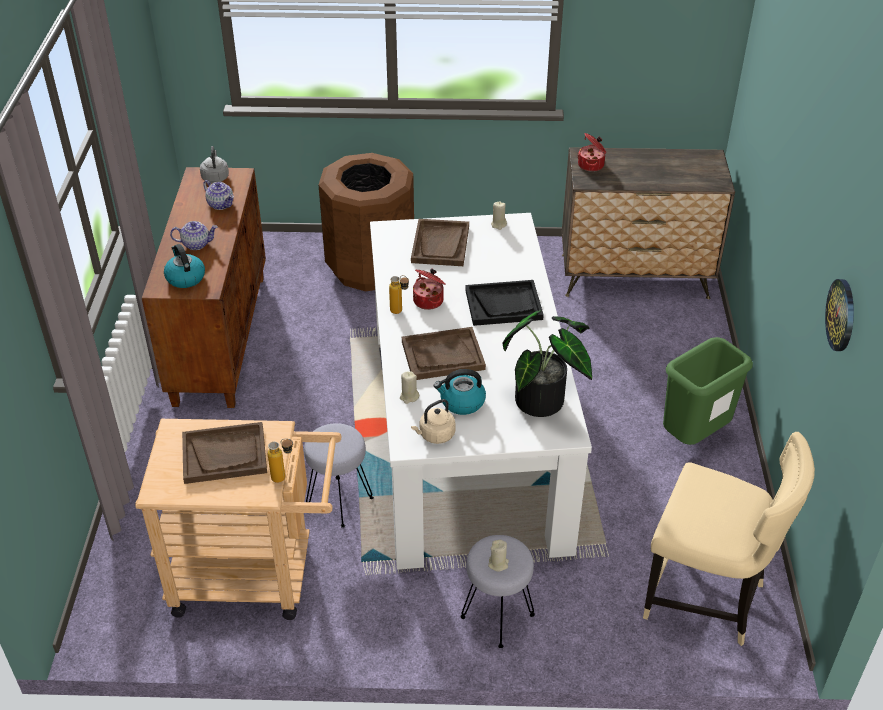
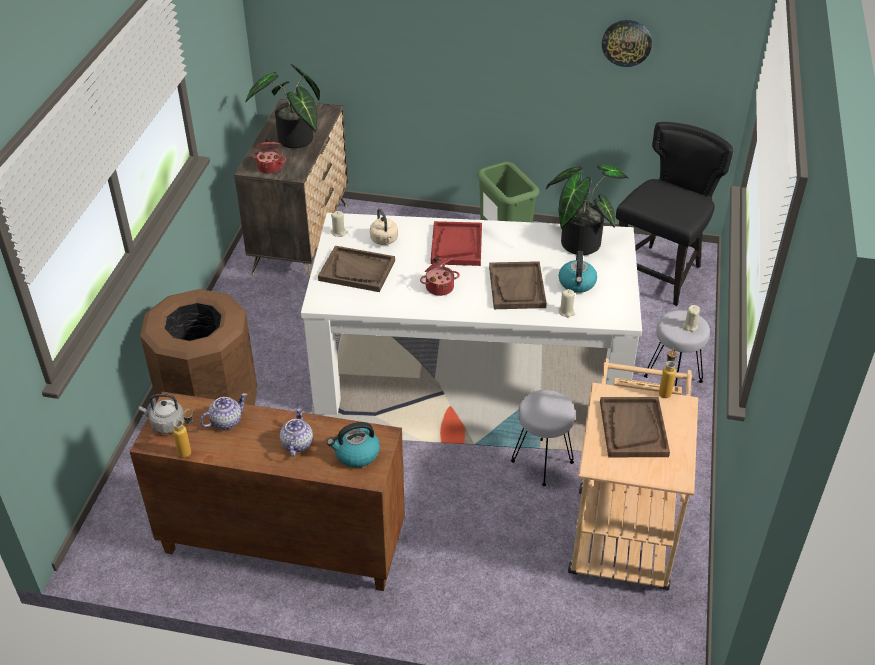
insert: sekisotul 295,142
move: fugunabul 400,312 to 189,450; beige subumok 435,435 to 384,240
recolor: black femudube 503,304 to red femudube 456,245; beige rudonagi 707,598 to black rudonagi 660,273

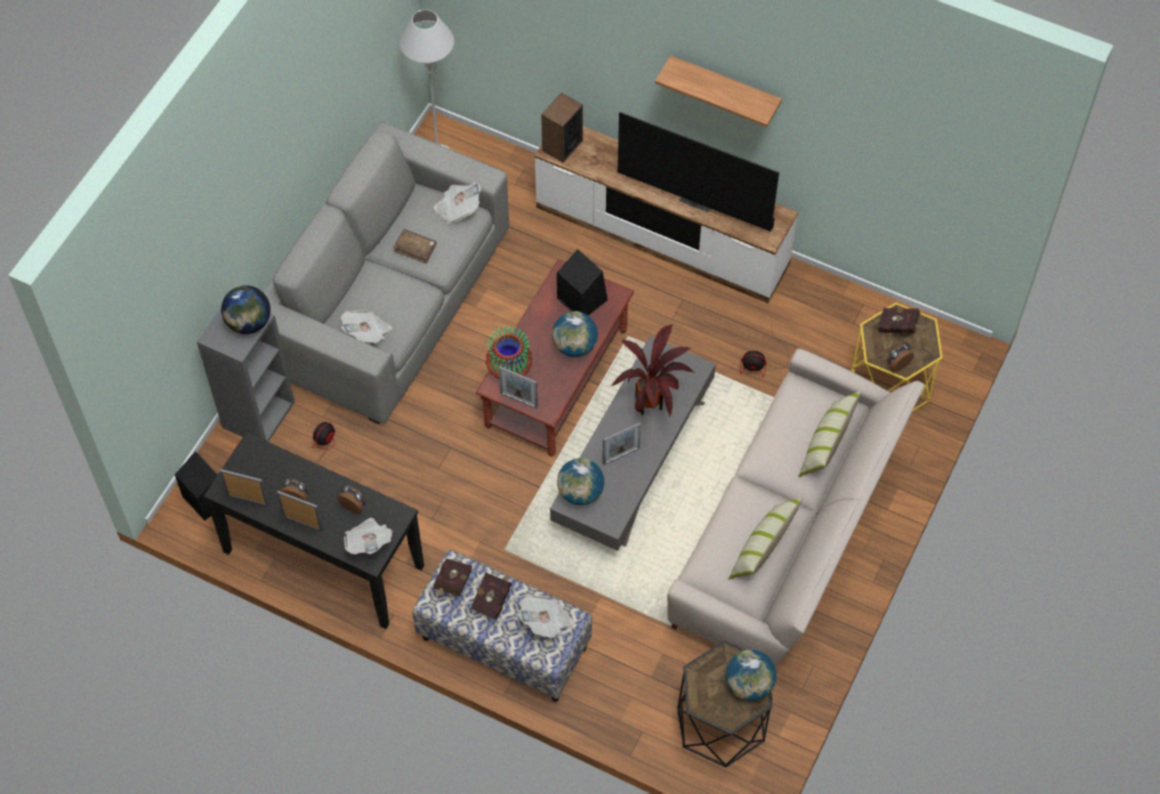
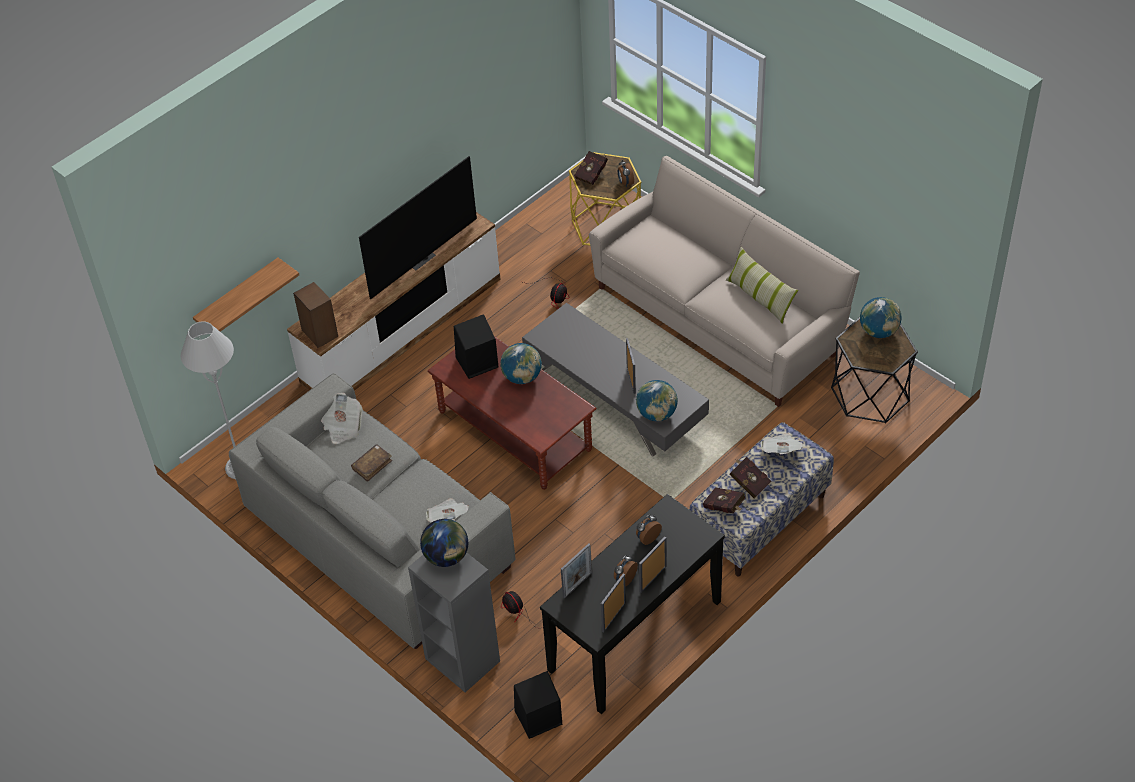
delete: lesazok 368,542; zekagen 509,368; sekisotul 652,404; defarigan 826,443
move: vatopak 519,400 to 577,585; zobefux 724,88 to 238,298

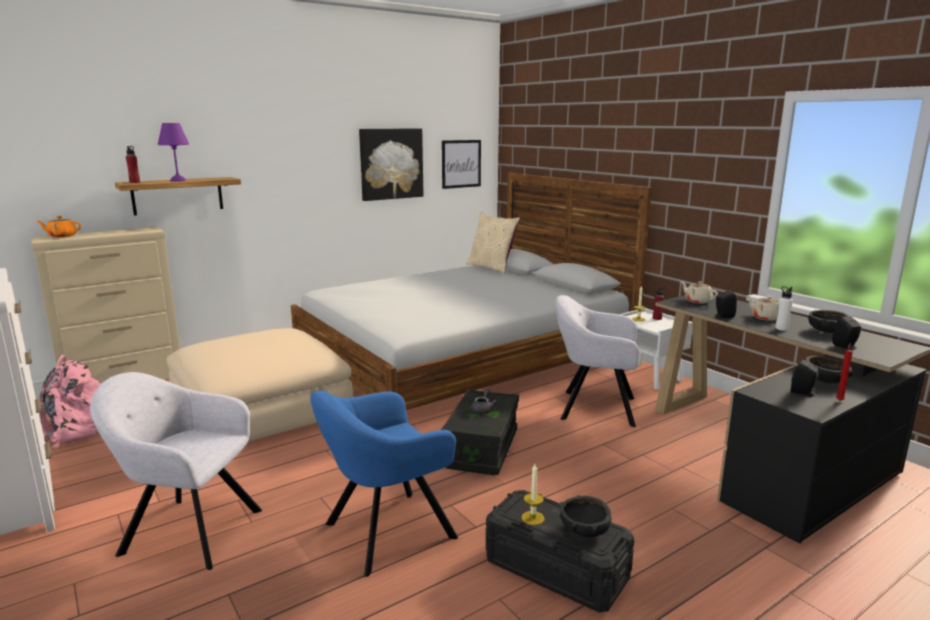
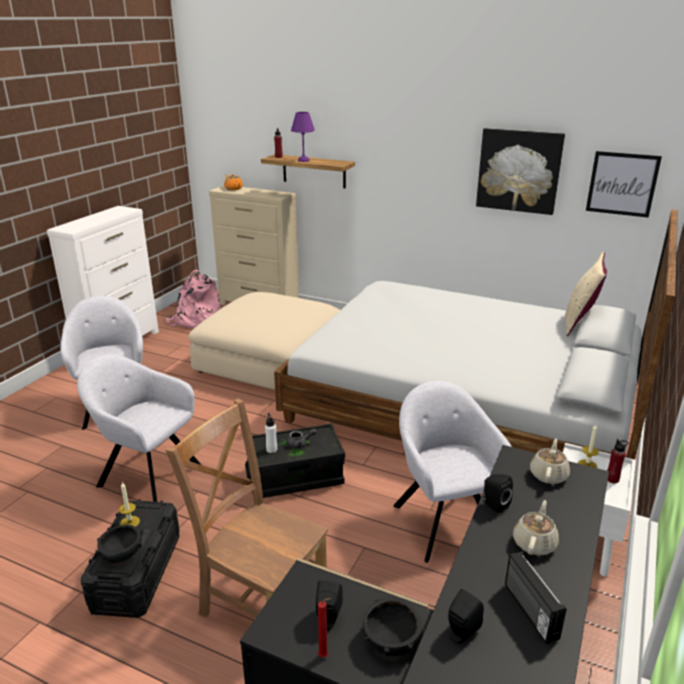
insert: brown rudonagi 260,600
move: white fugunabul 781,328 to 271,449
replace: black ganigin 827,331 to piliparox 529,611
recolor: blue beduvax 385,532 to grey beduvax 147,475

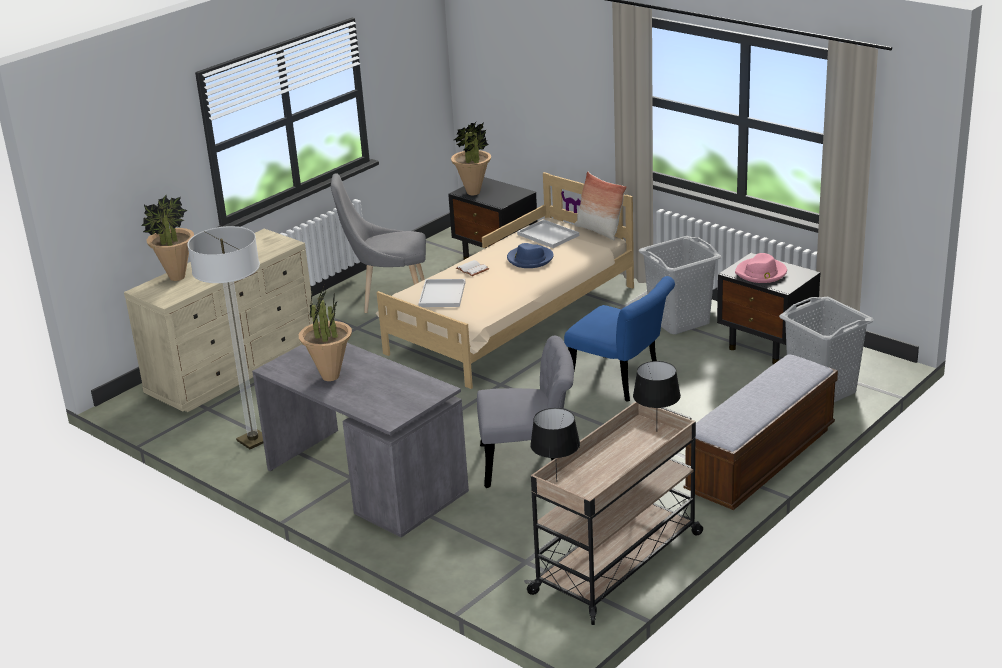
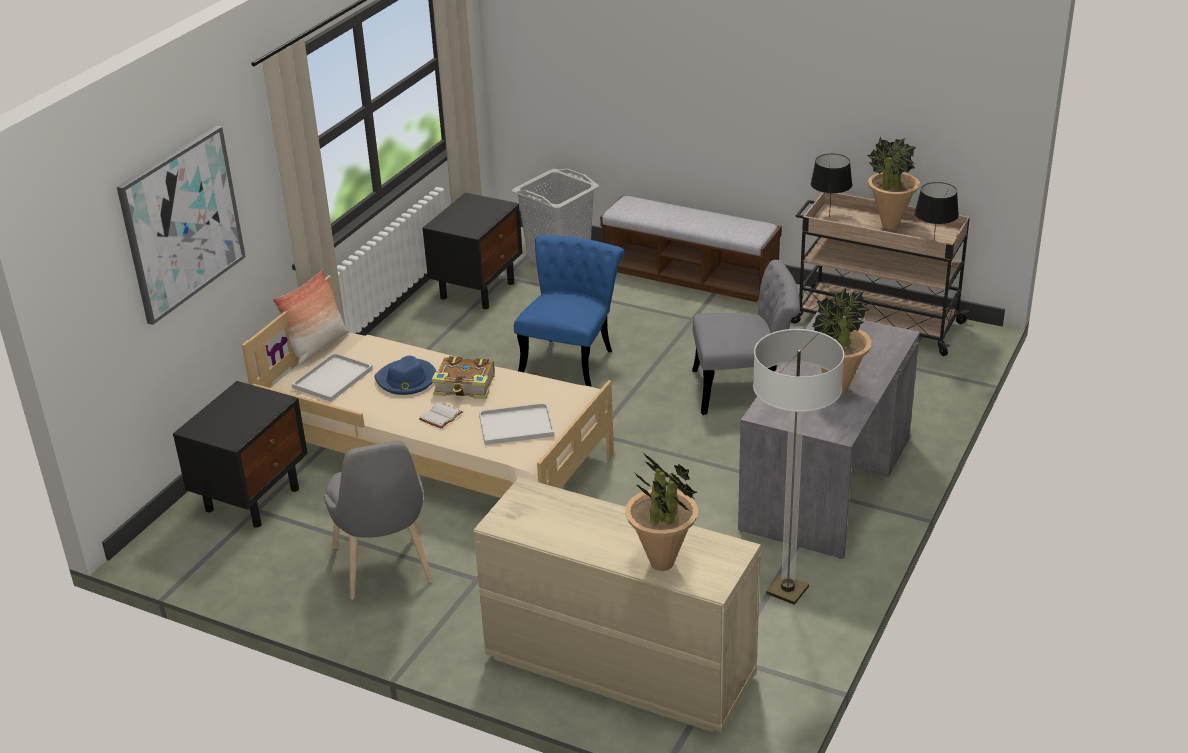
delete: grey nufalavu 679,321; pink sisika 761,273
insert: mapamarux 182,223; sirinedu 465,386
move: sekisotul 473,192 to 889,225
rotate: grey rudonagi 530,462 = 745,389 105 degrees clockwise

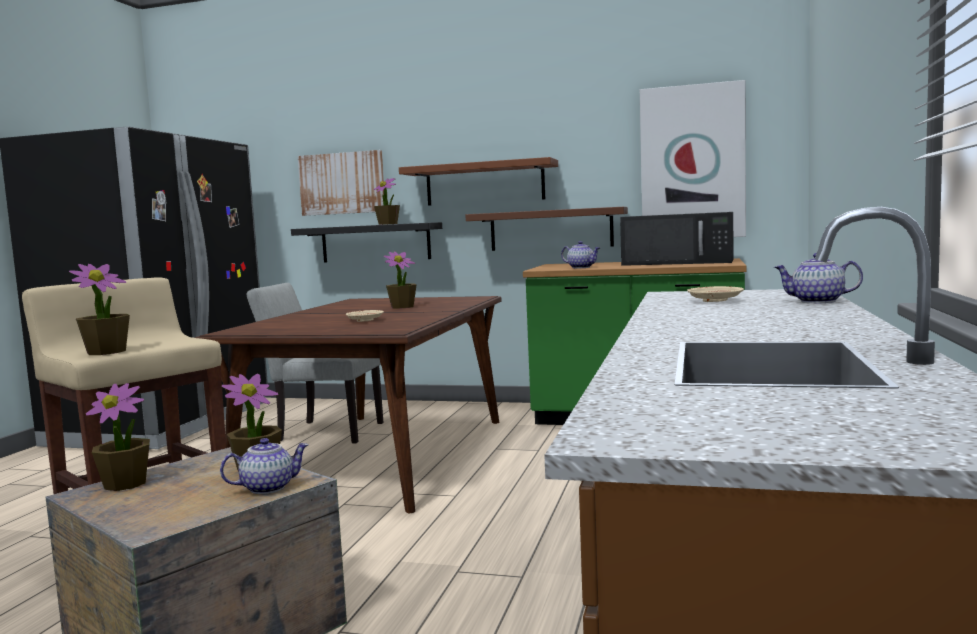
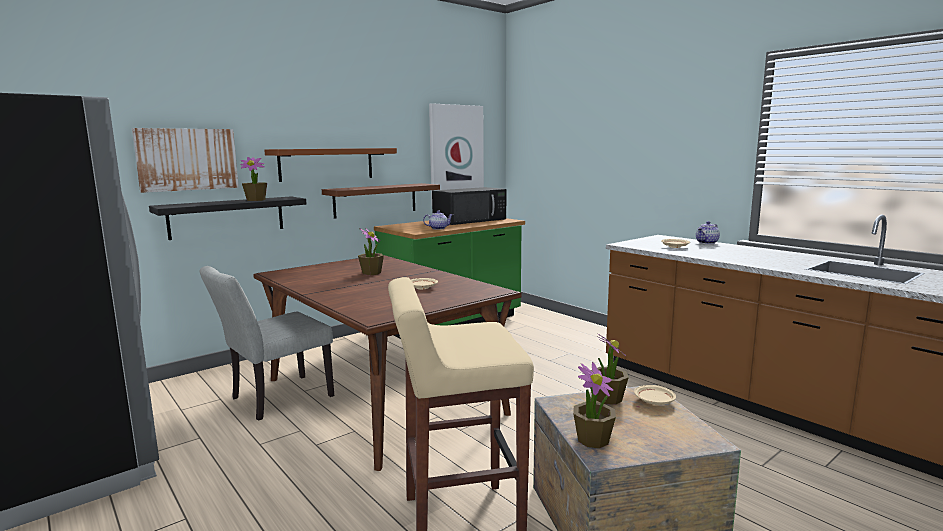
delete: sekisotul 106,352
replace: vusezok 268,488 to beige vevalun 654,401

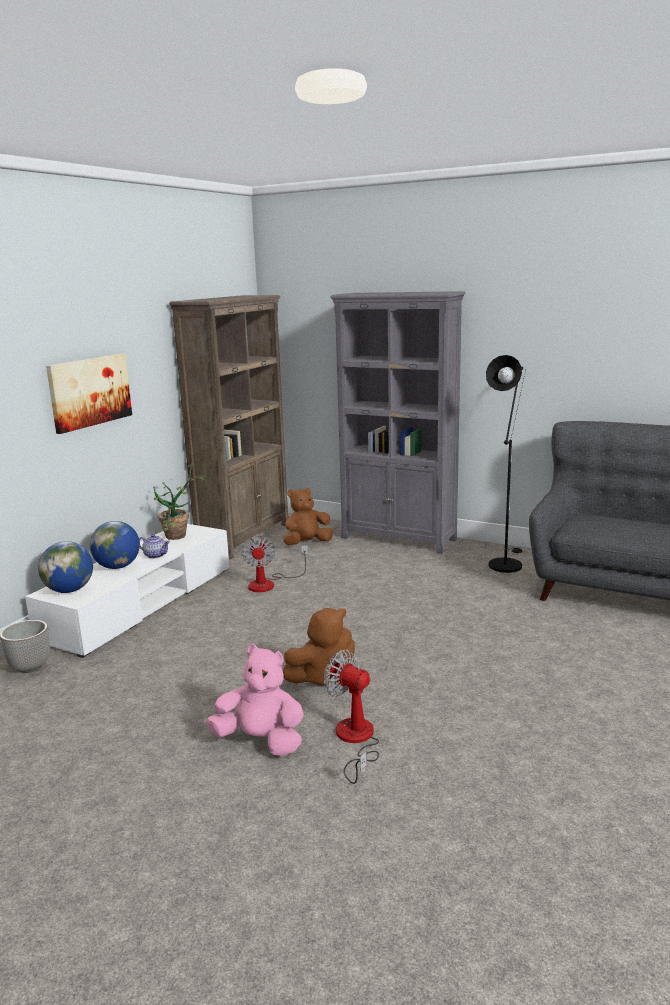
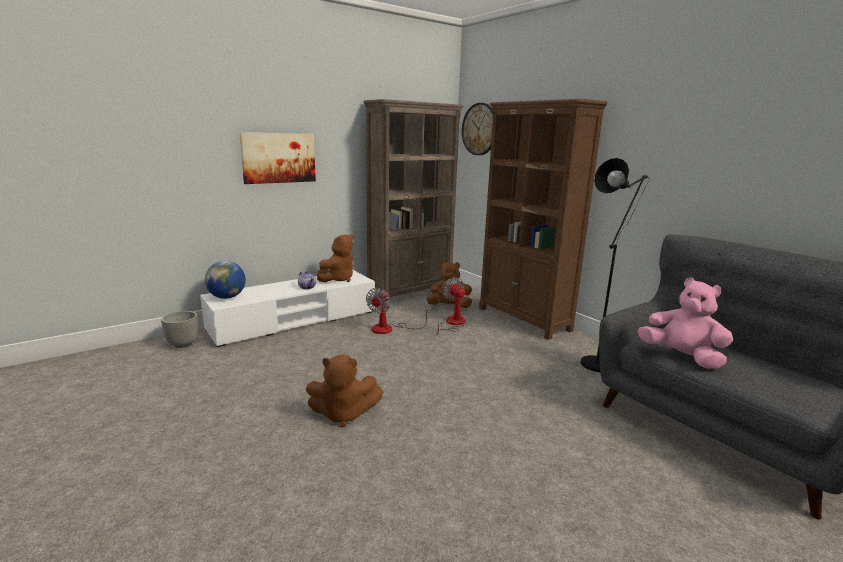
delete: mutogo 117,567
insert: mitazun 480,129
move: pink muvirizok 261,741 to 681,357; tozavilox 355,740 to 453,324
replace: sekisotul 179,537 to brown muvirizok 338,279
recolor: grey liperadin 399,539 to brown liperadin 524,319

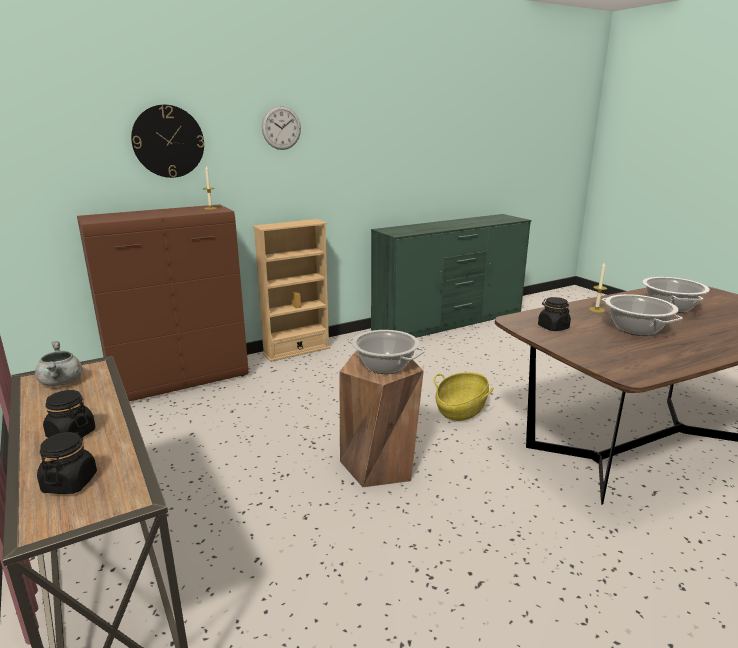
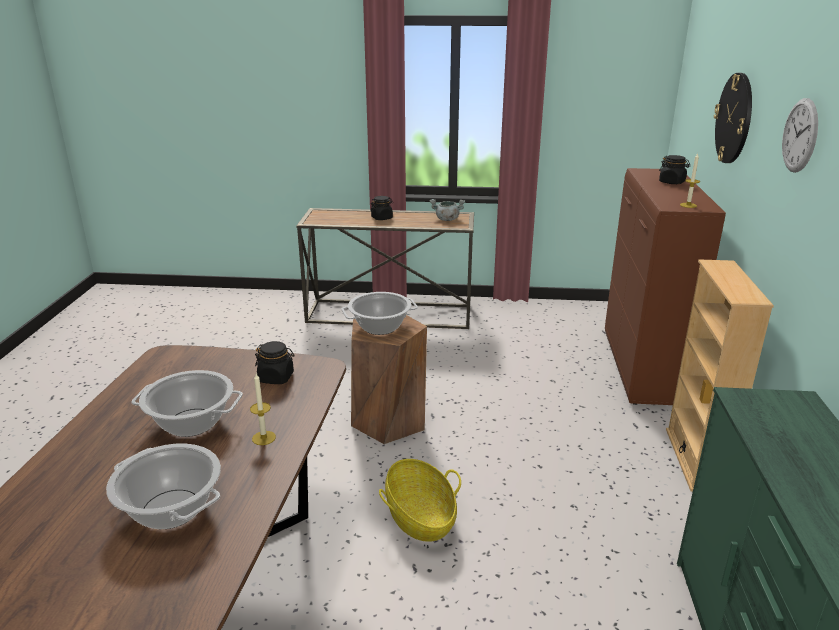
move: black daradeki 70,482 to 672,182

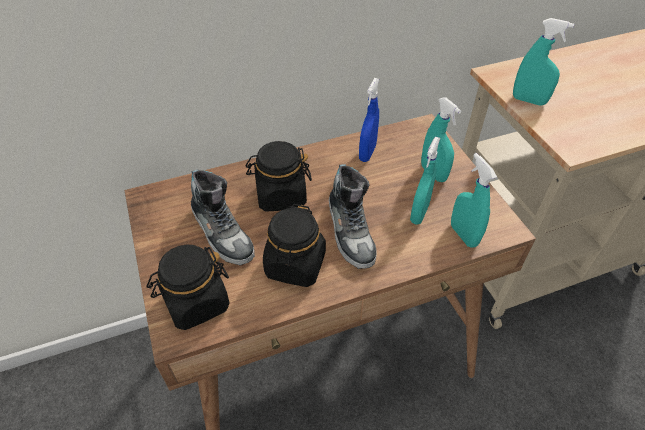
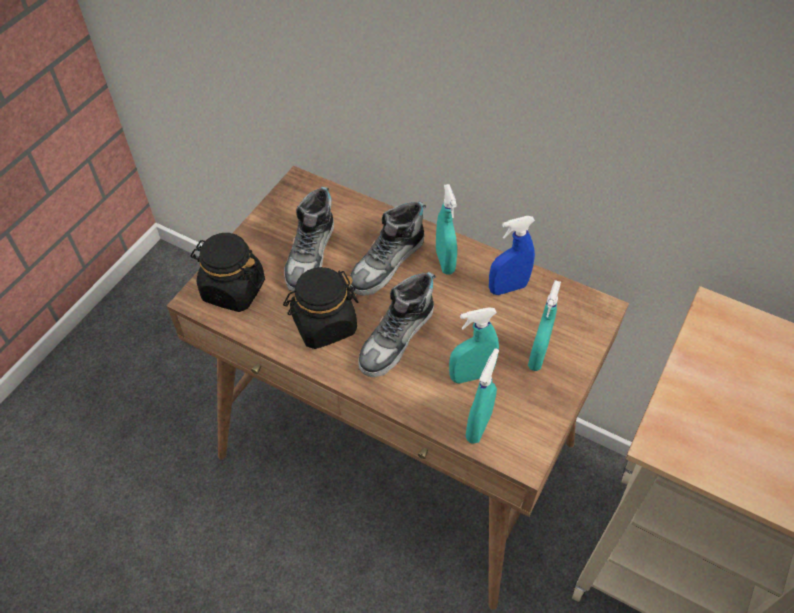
move: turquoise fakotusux 528,100 to 445,261
replace: black daradeki 281,195 to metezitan 388,263

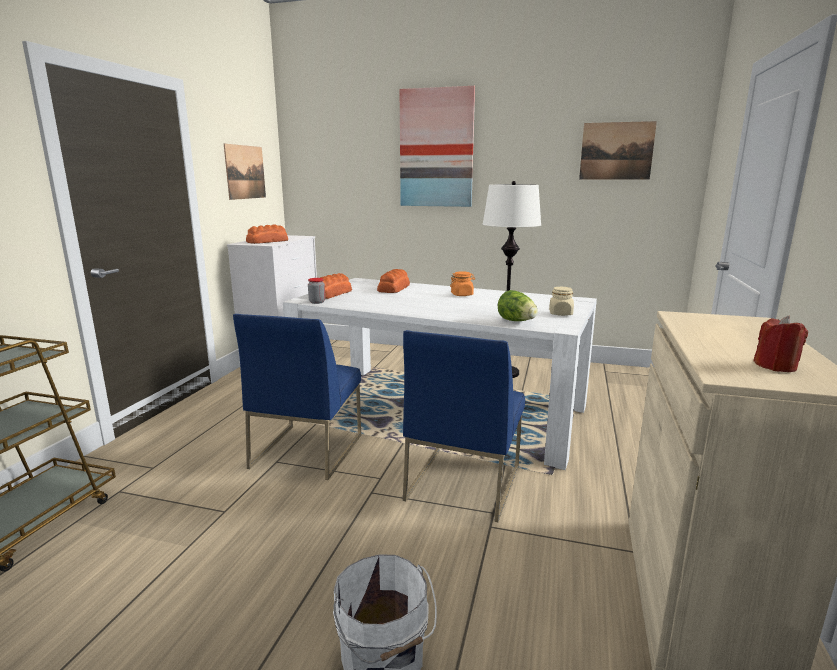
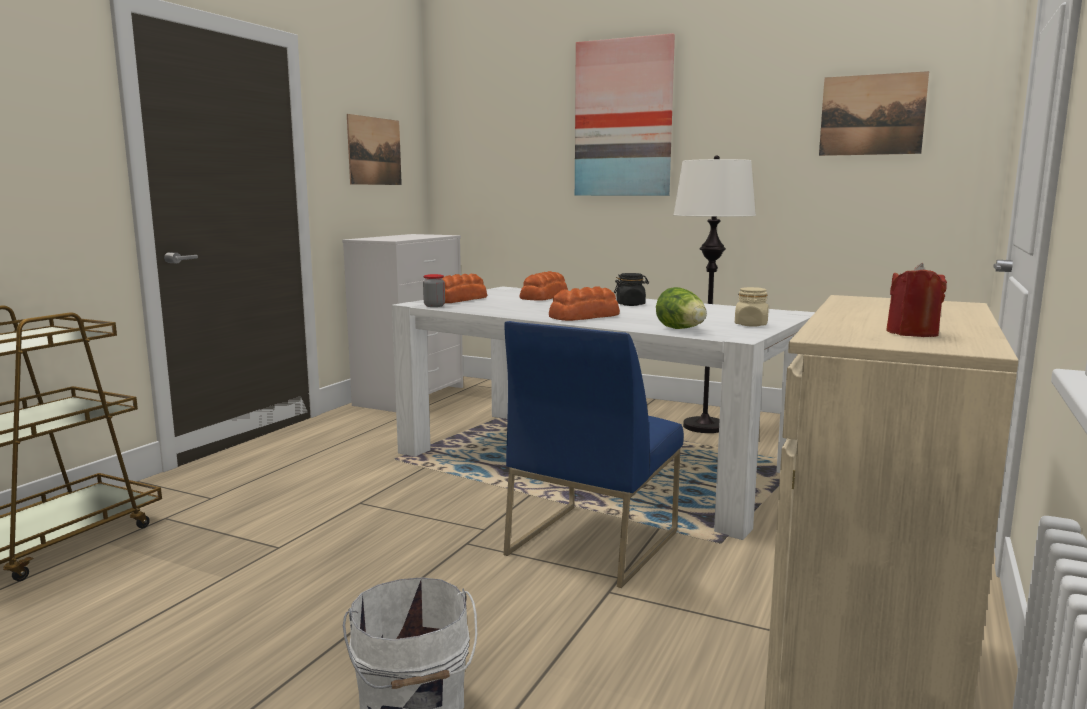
delete: blue rudonagi 307,450
move: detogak 268,241 to 585,316
recolor: orange daradeki 462,295 to black daradeki 631,304

